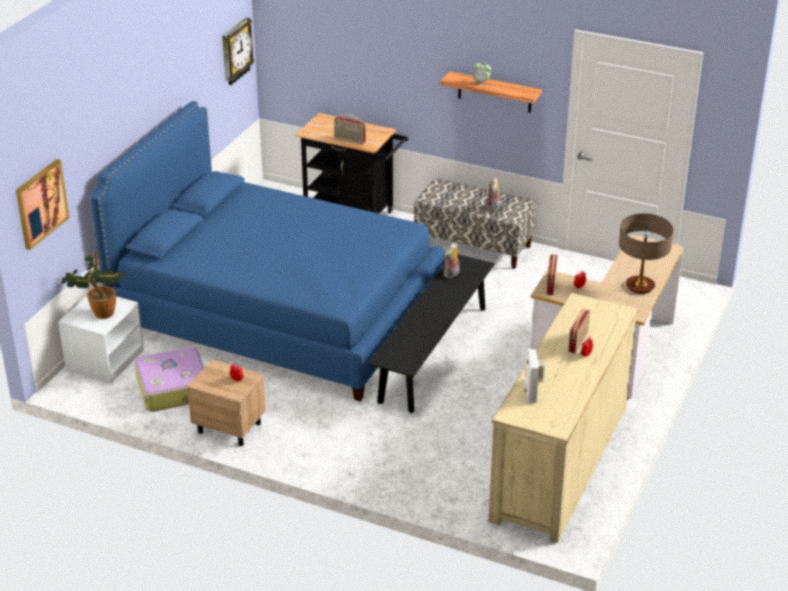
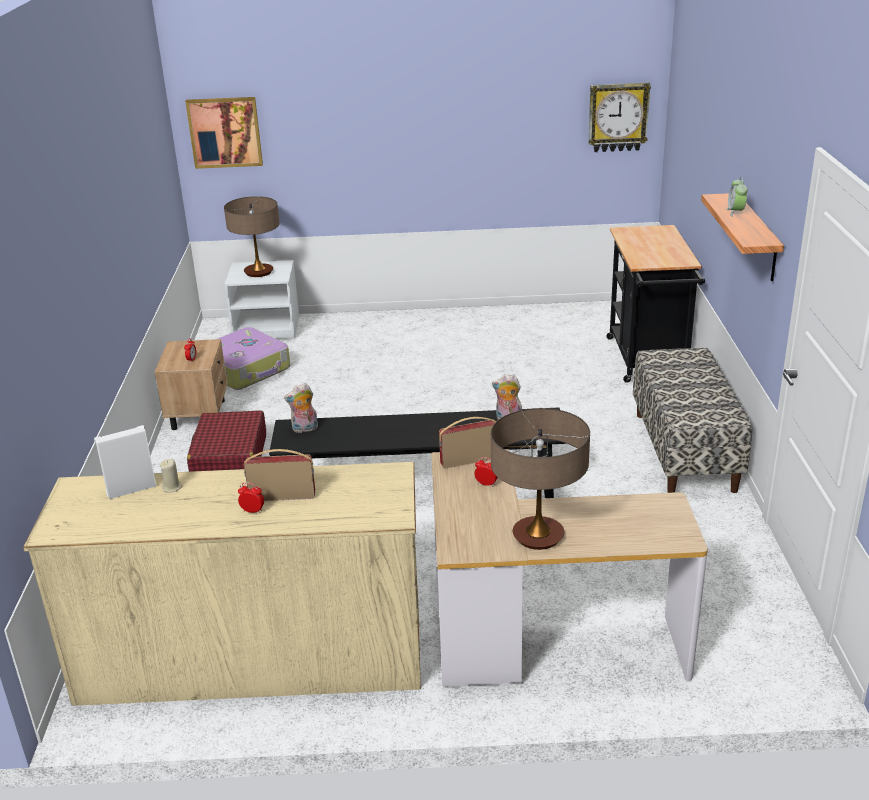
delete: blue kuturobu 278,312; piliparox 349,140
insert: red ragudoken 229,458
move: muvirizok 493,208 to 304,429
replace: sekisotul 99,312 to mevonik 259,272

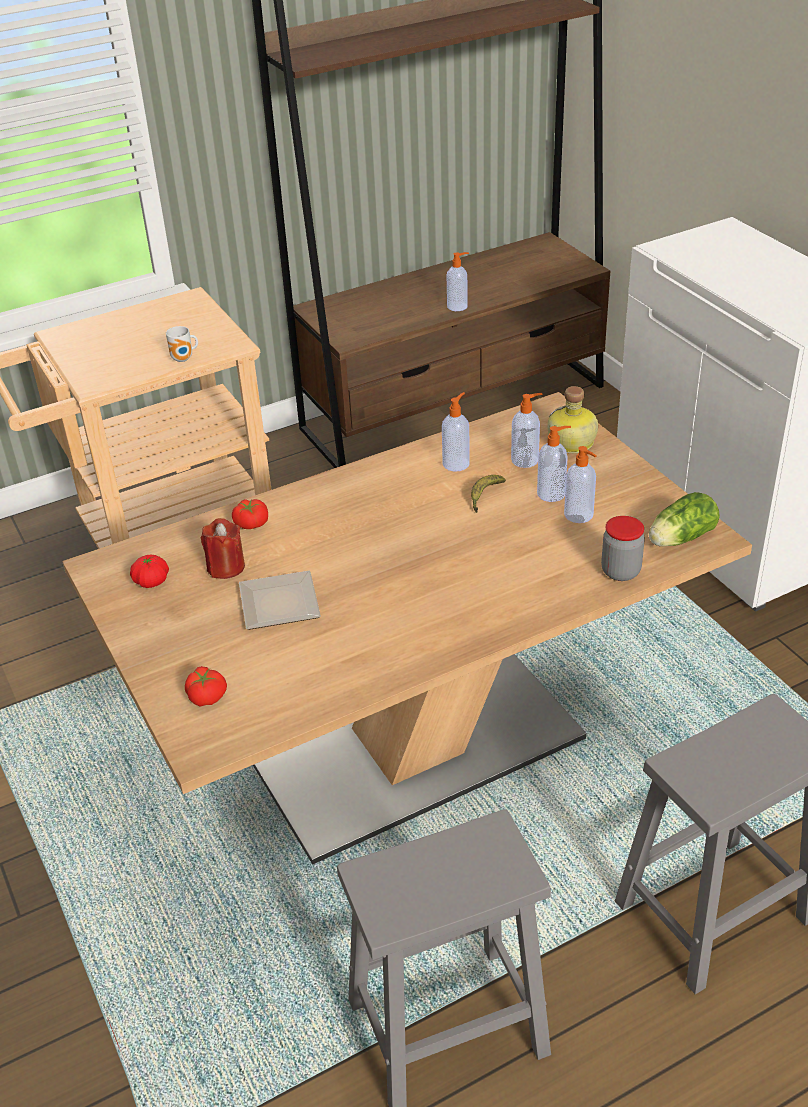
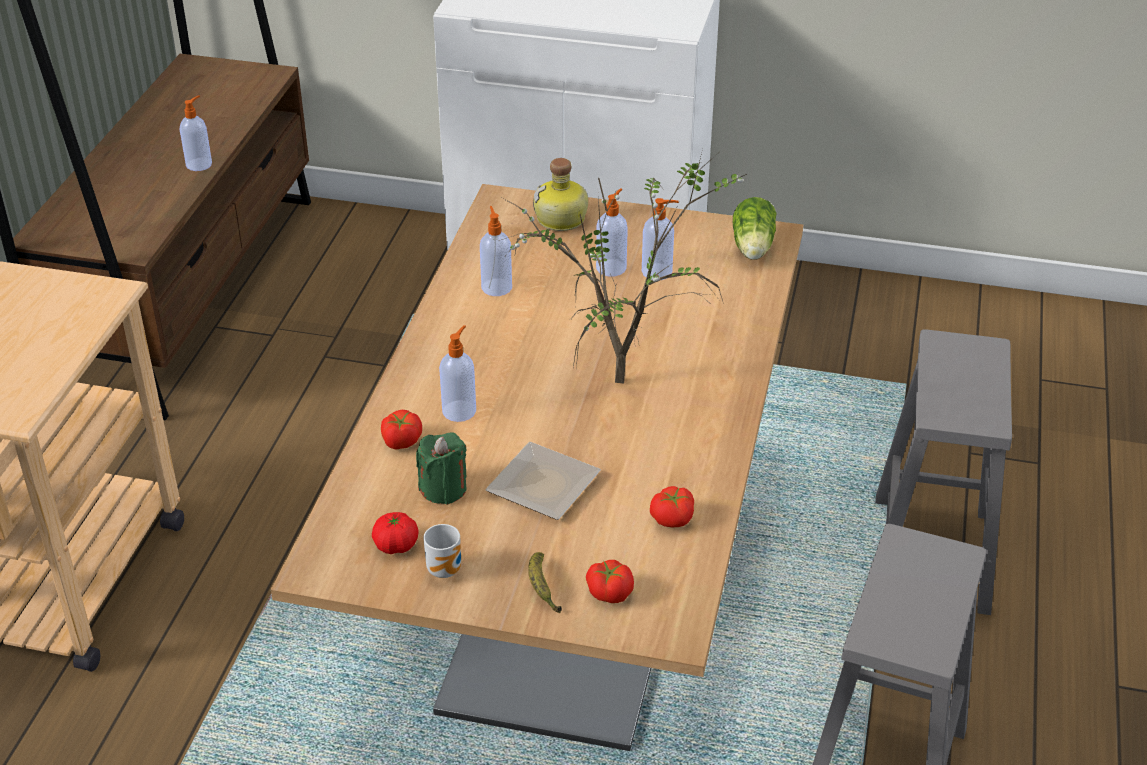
delete: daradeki 620,571
insert: sekisotul 625,377; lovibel 673,518
move: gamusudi 184,359 to 447,569; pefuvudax 484,496 to 542,588; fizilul 526,460 to 460,410
recolor: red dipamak 226,567 to green dipamak 443,489

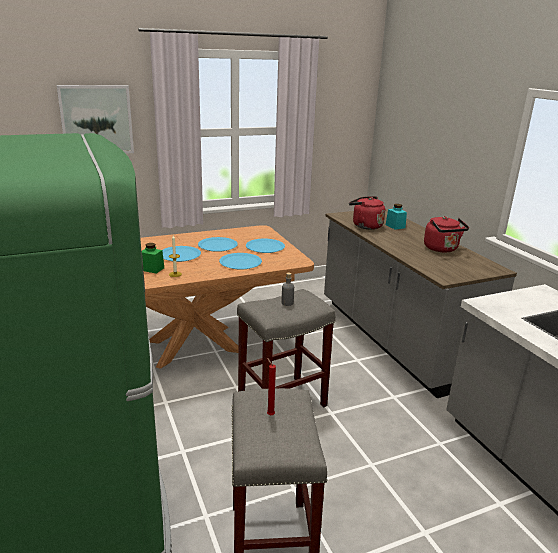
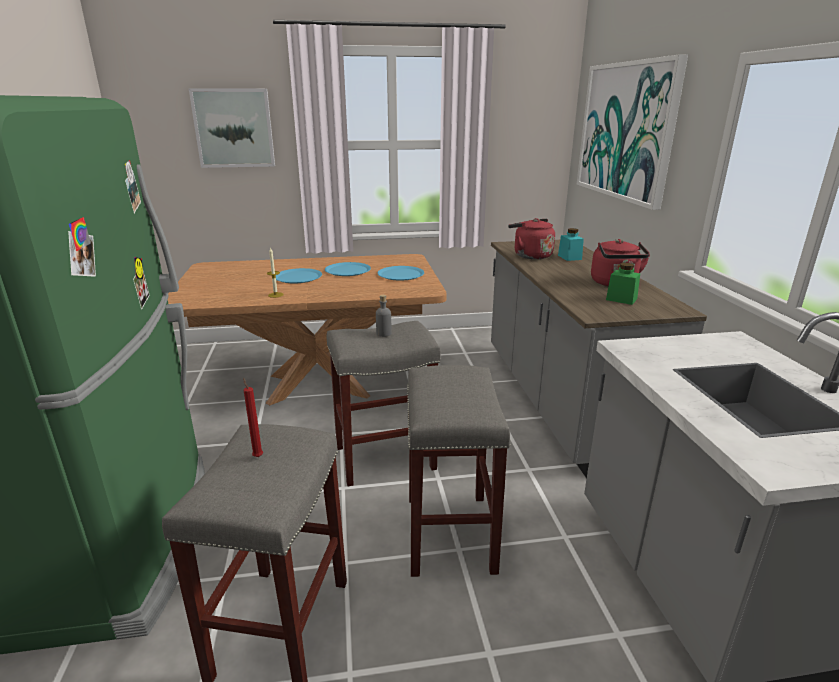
delete: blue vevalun 240,262
insert: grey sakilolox 449,532; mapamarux 626,131
move: green daradeki 152,269 to 621,299

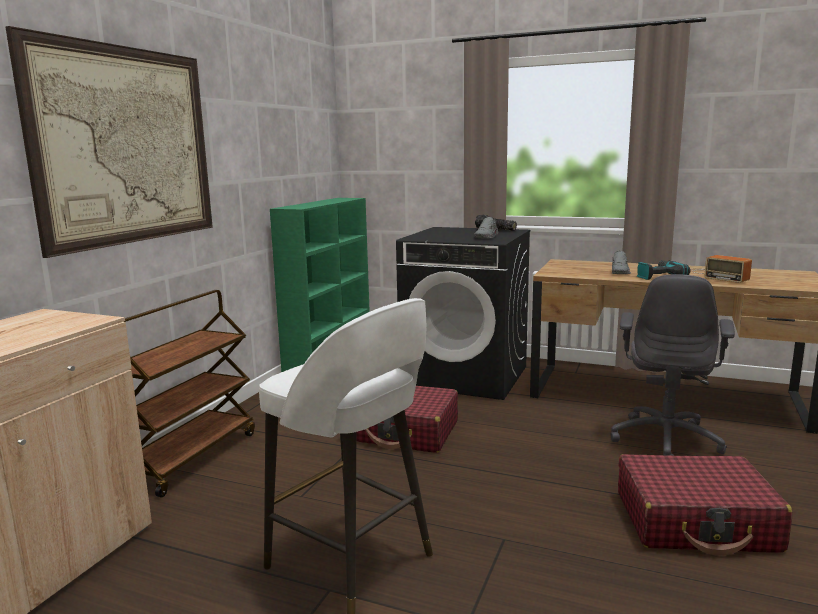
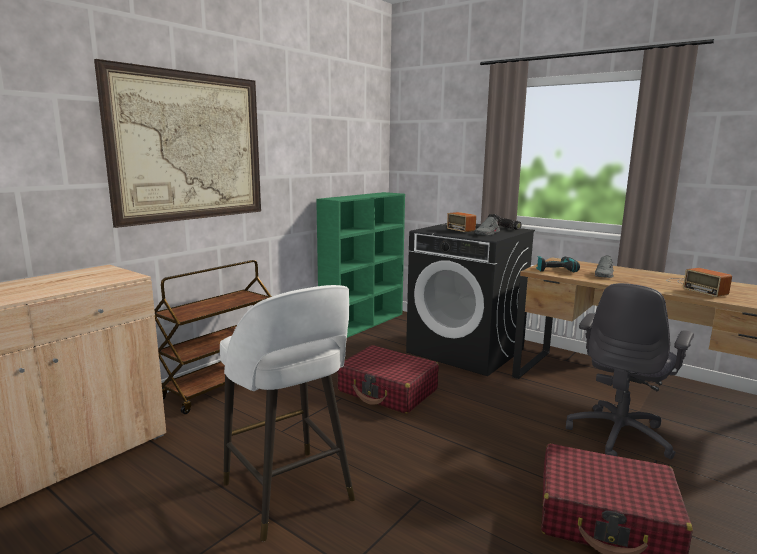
insert: piliparox 459,227
move: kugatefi 658,276 to 555,269

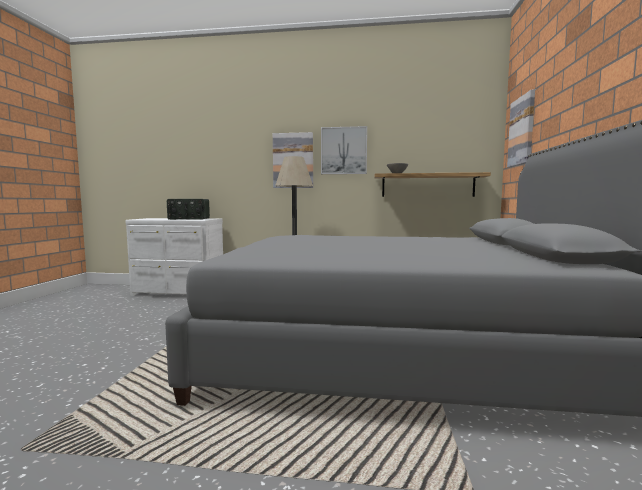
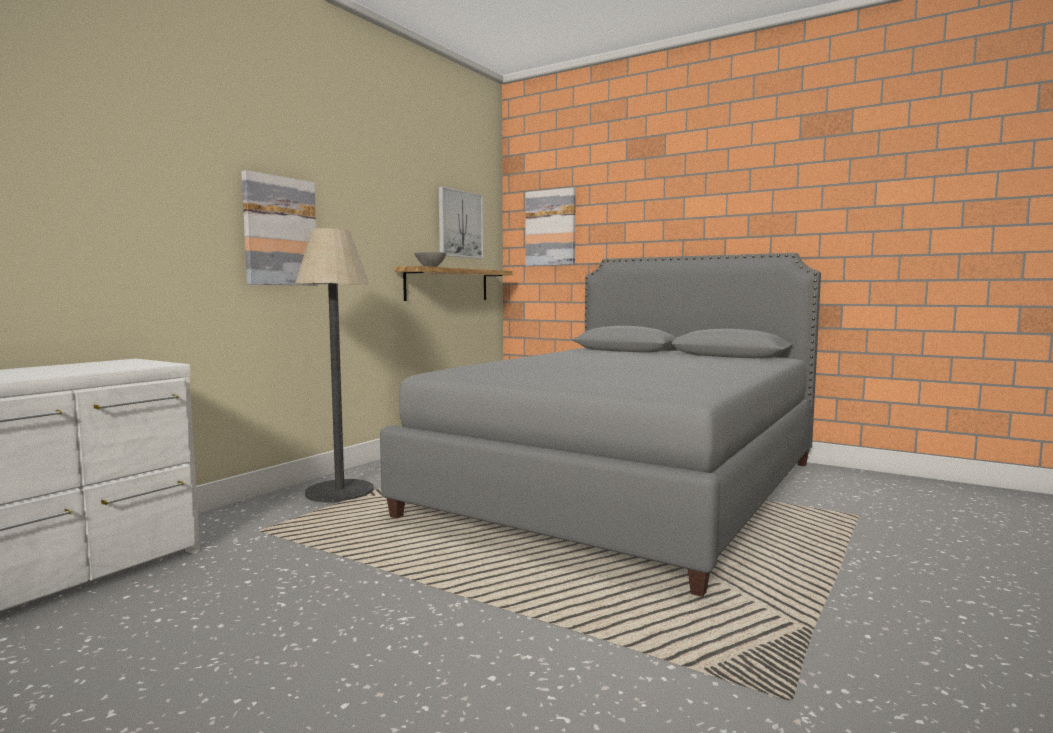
delete: piliparox 189,219
move: mapamarux 343,150 to 460,224

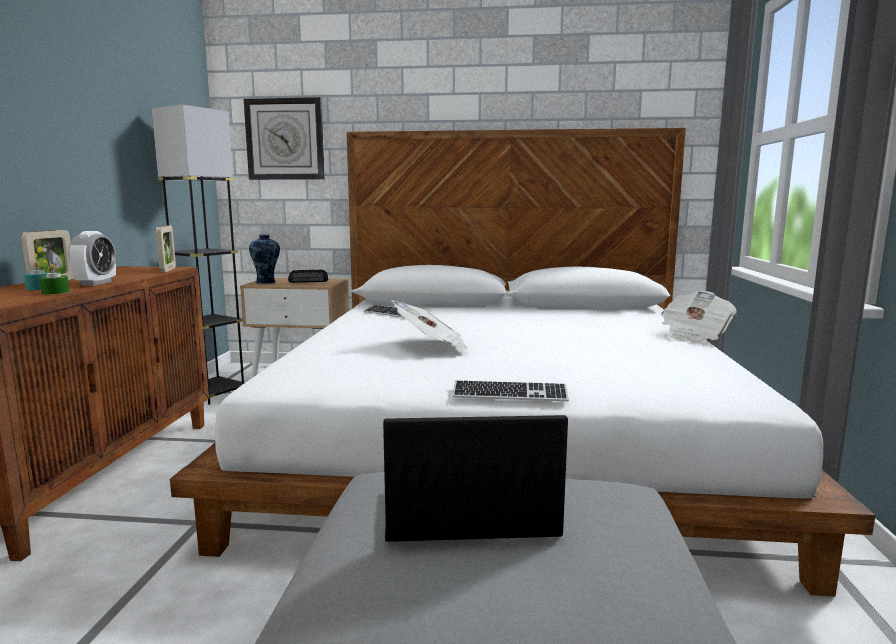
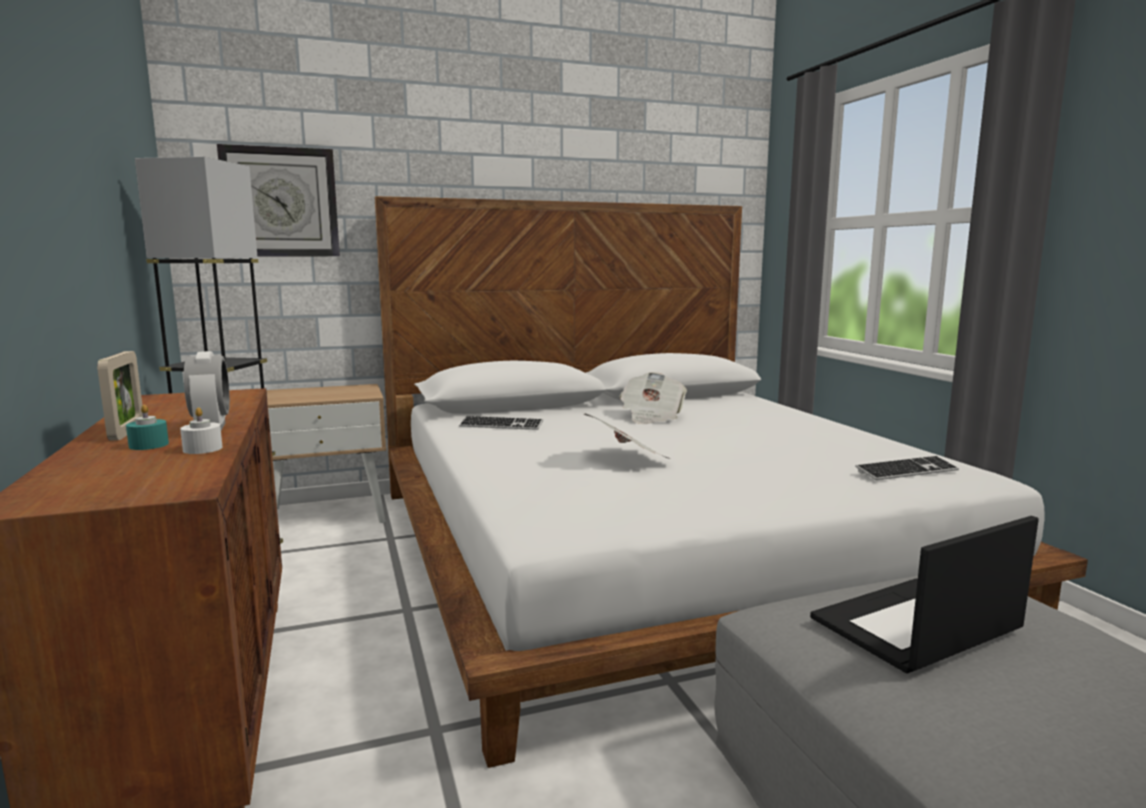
delete: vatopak 168,270; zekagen 266,282; piliparox 309,281
move: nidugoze 510,394 to 906,471; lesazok 693,336 to 651,417
recolor: green dipamak 55,292 to white dipamak 202,449

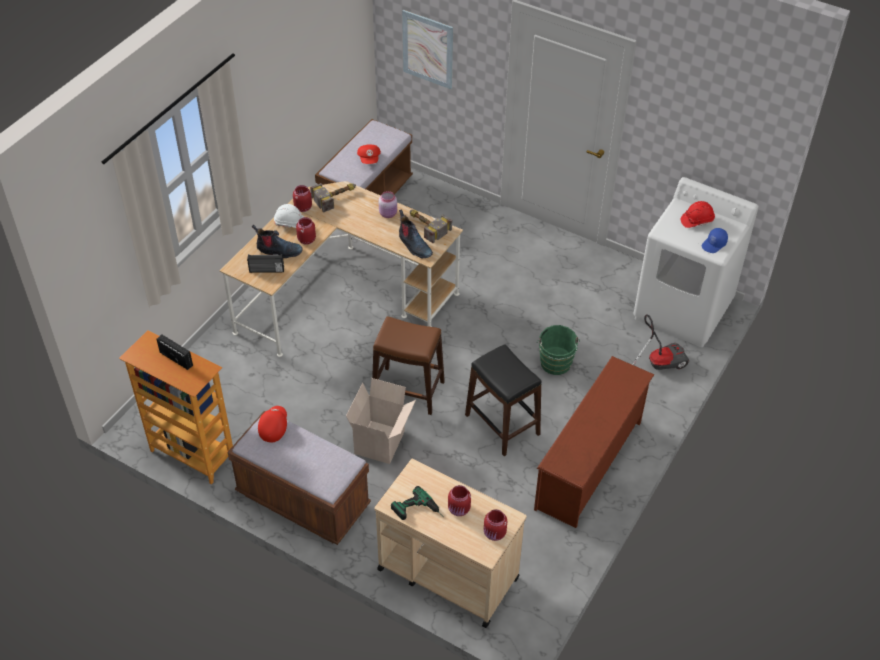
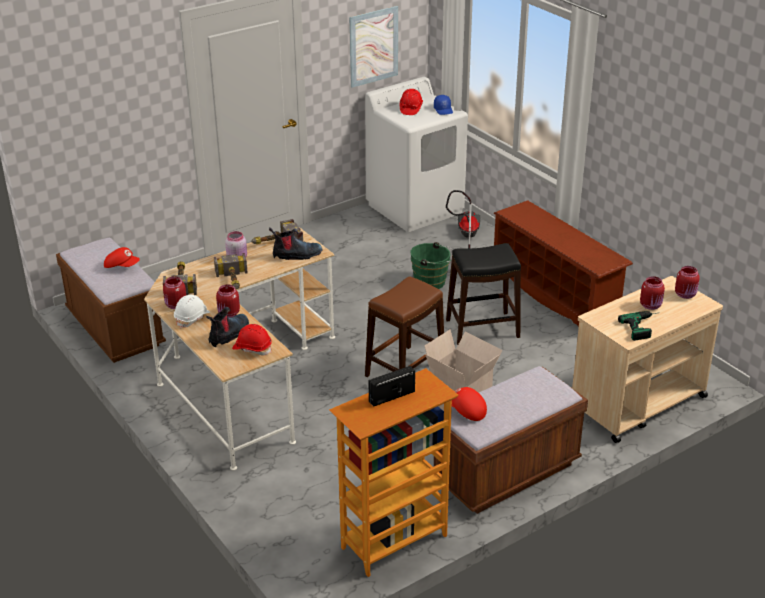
insert: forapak 233,281
move: mapamarux 428,49 to 373,46
replace: piliparox 266,270 to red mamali 252,348

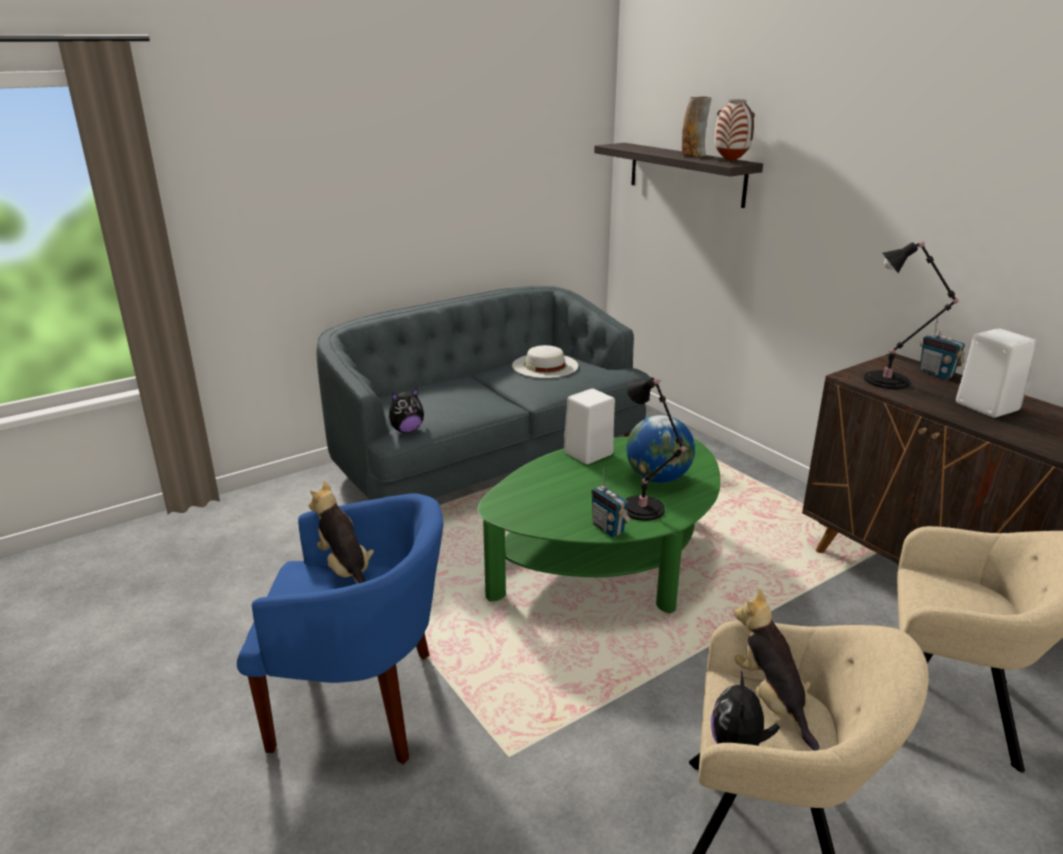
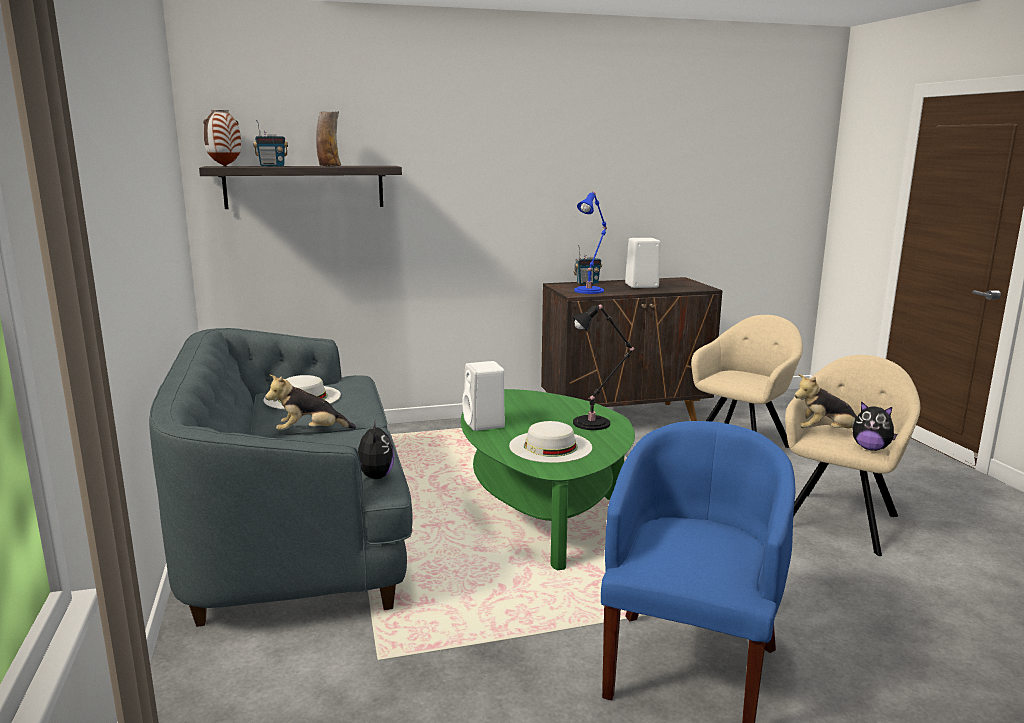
delete: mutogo 658,478
insert: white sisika 550,446
move: muvirizok 346,570 to 310,432; piliparox 608,528 to 272,166; zekagen 731,161 to 225,166
recolor: black mevonik 890,381 to blue mevonik 590,290

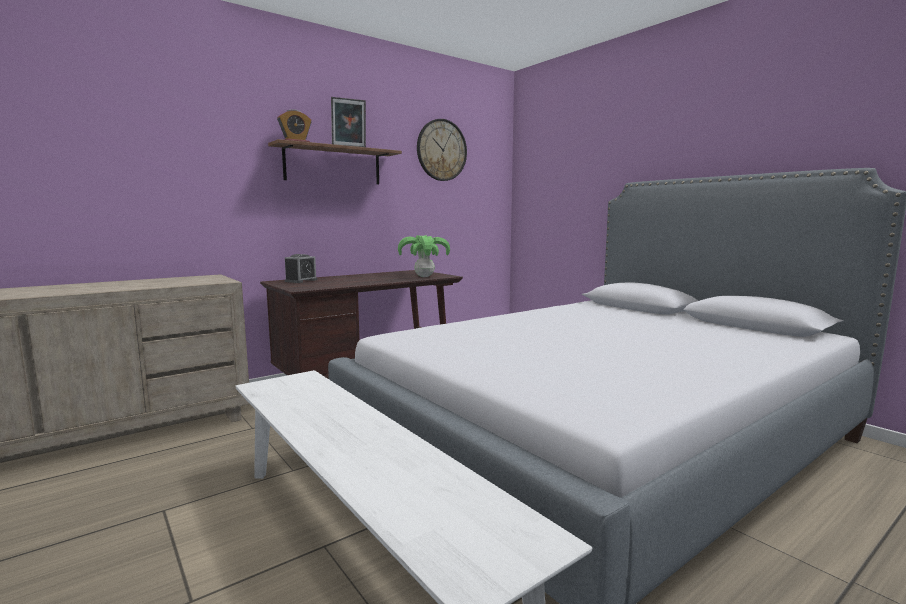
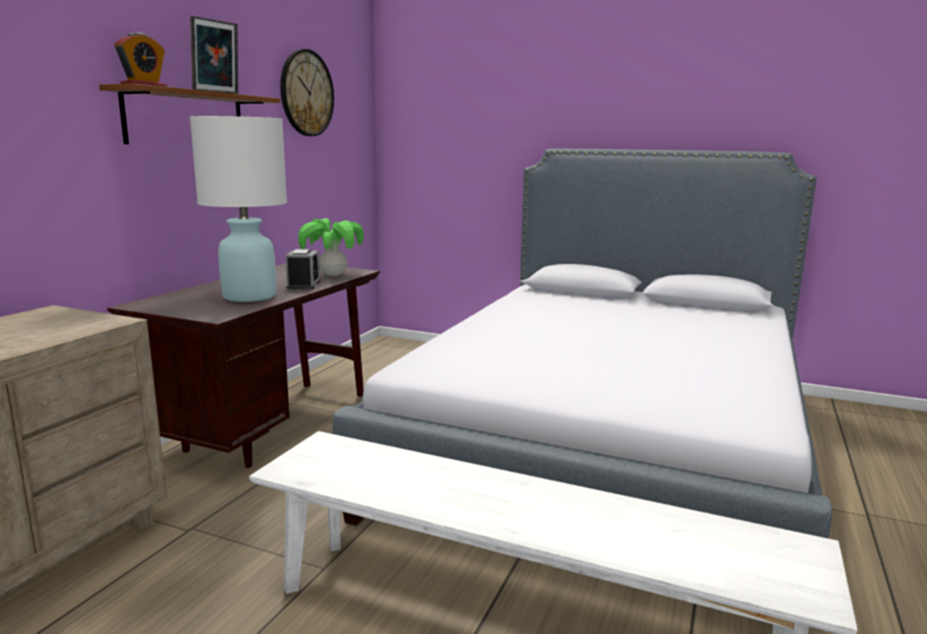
insert: white mevonik 249,296
move: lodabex 301,280 to 303,285

